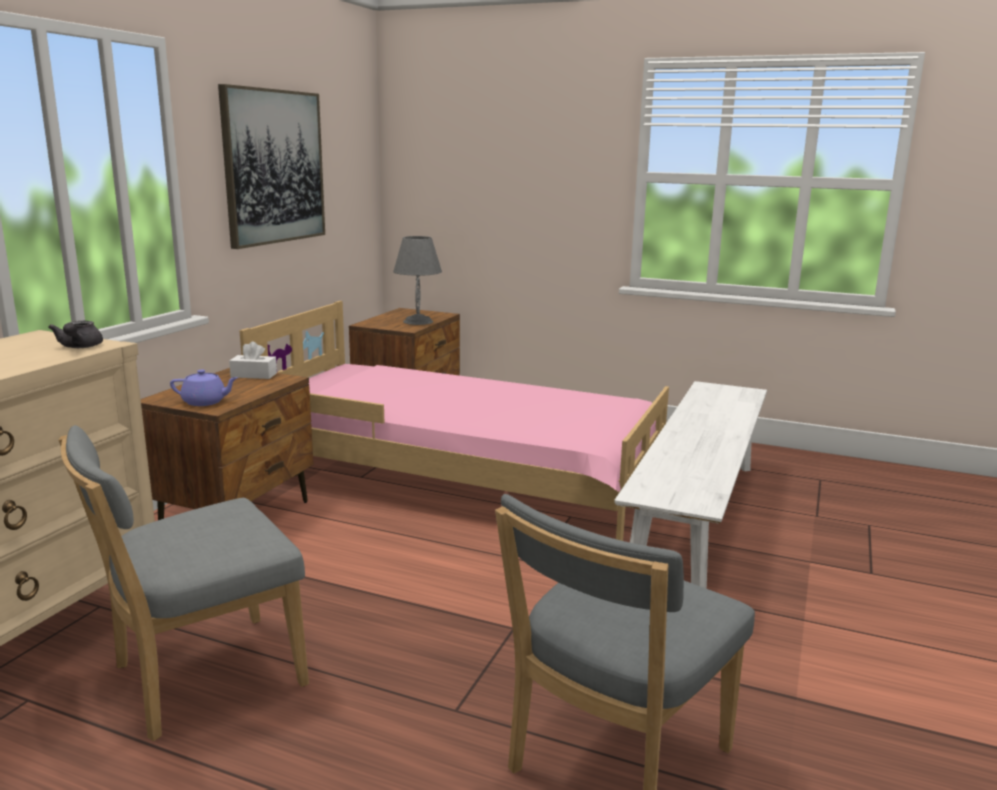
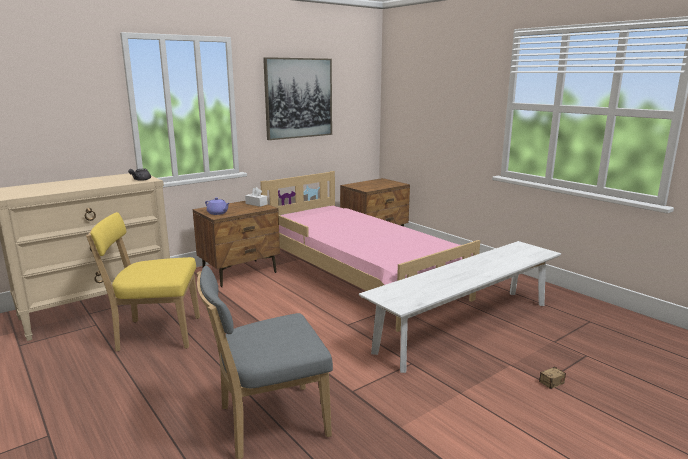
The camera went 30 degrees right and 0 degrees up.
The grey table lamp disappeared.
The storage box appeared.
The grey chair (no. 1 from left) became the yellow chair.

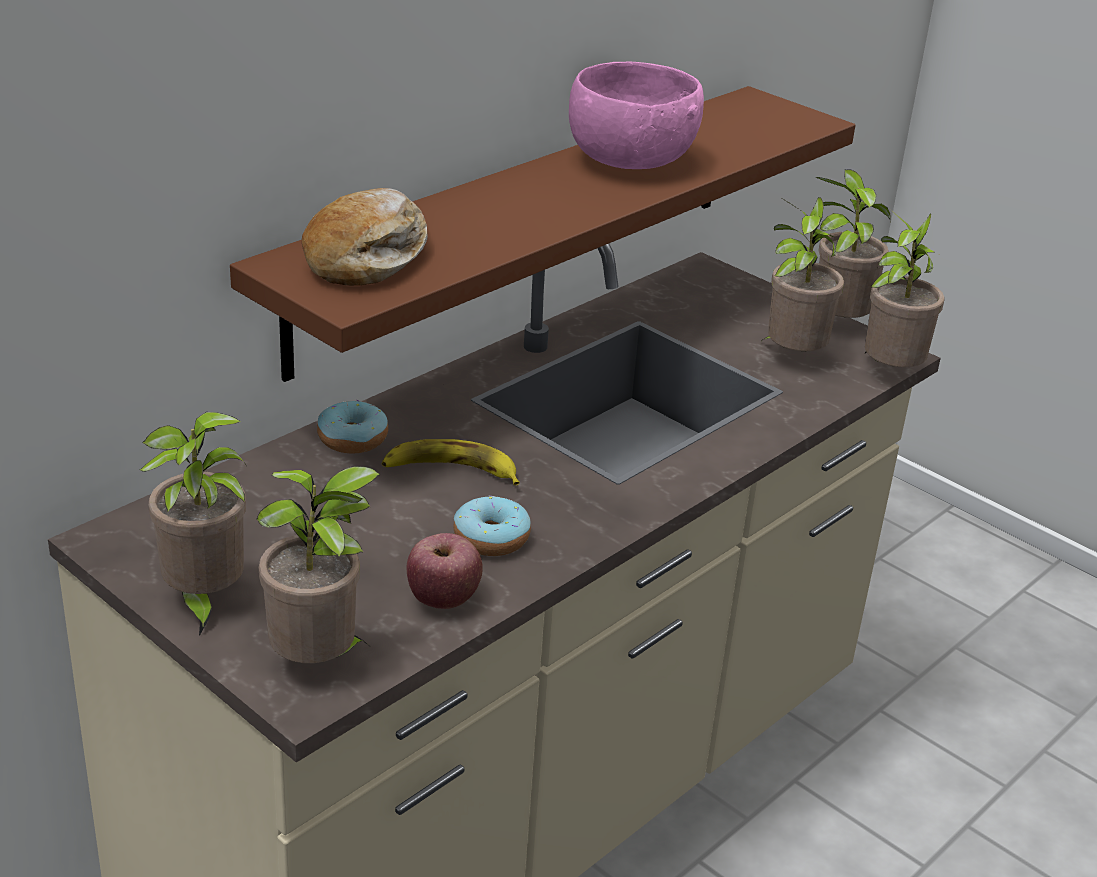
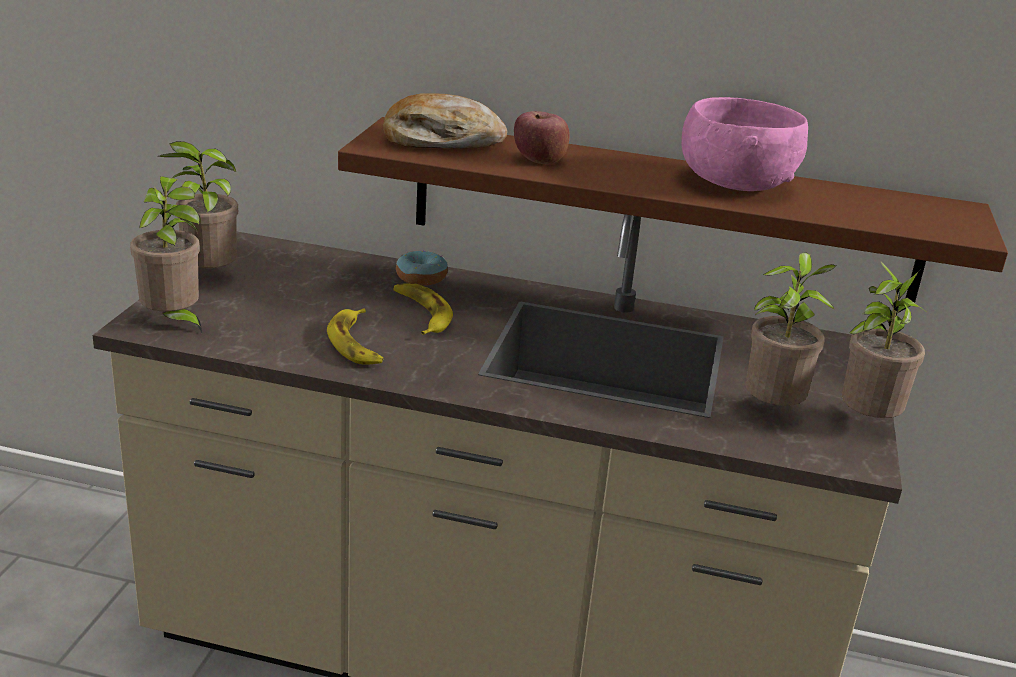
The camera went 60 degrees right and 5 degrees down.
The potted plant (no. 5 from left) disappeared.
The apple moved.
The donut (no. 2 from left) was replaced by the banana (no. 1 from left).

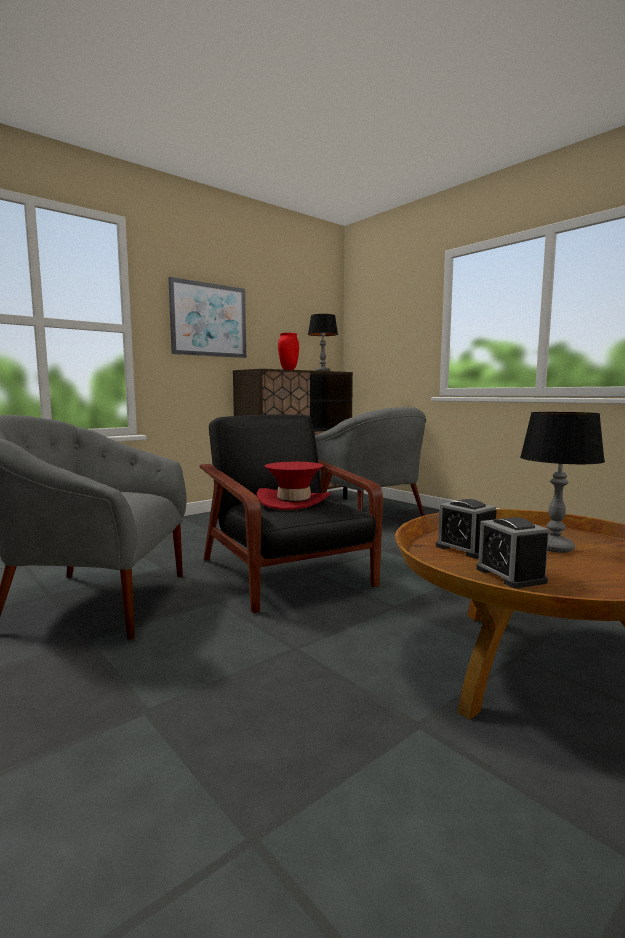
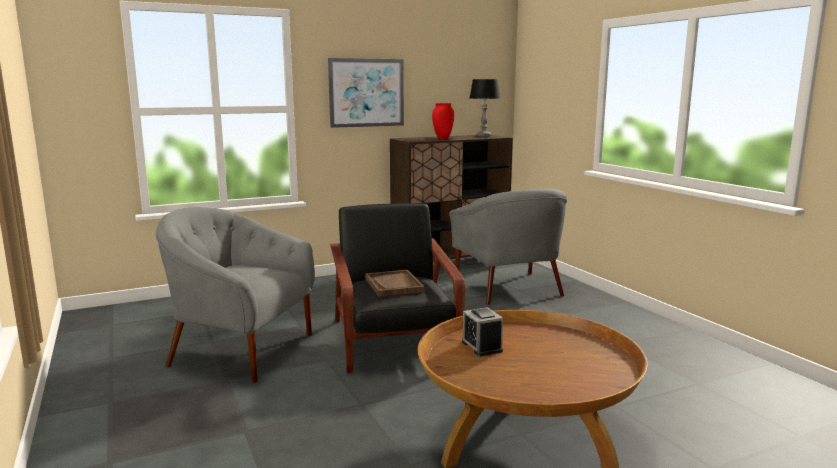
The camera went 15 degrees right and 5 degrees up.
The alarm clock (no. 2 from left) disappeared.
The table lamp (no. 2 from left) disappeared.
The red hat was replaced by the brown tray.

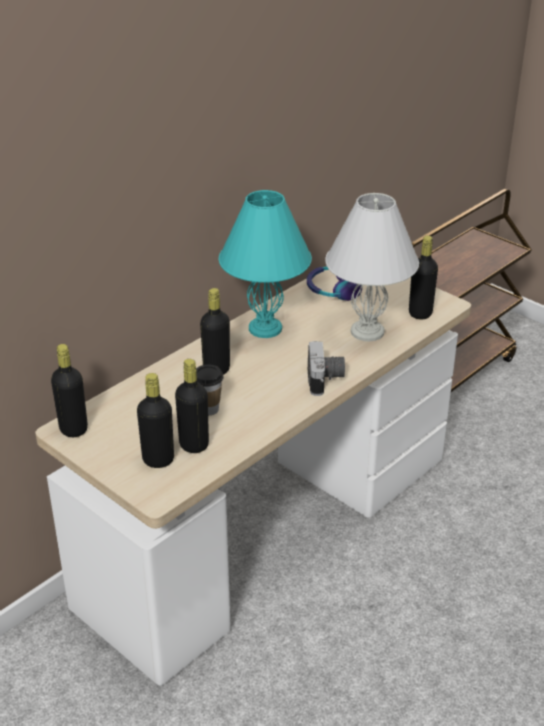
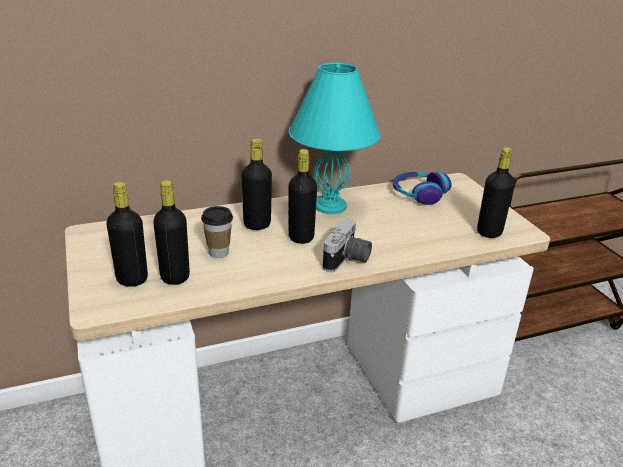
The camera went 25 degrees right and 5 degrees down.
The white table lamp disappeared.
The black bottle (no. 1 from left in the first image) moved.

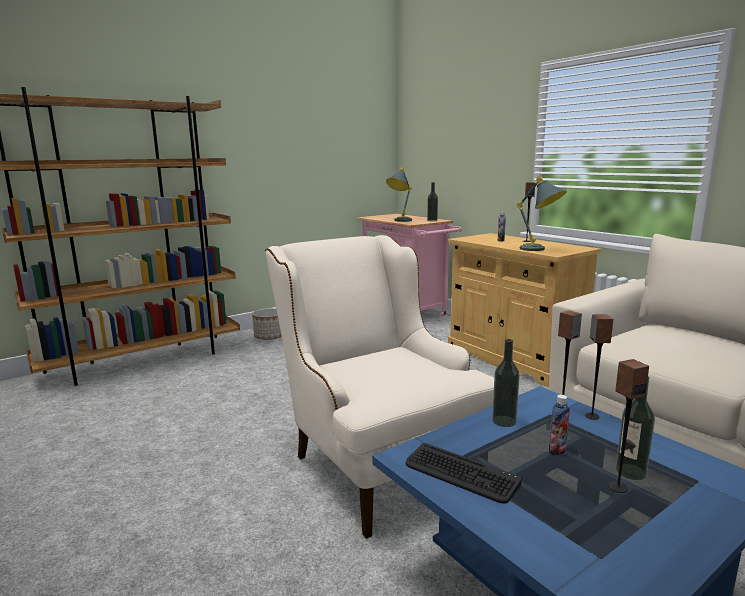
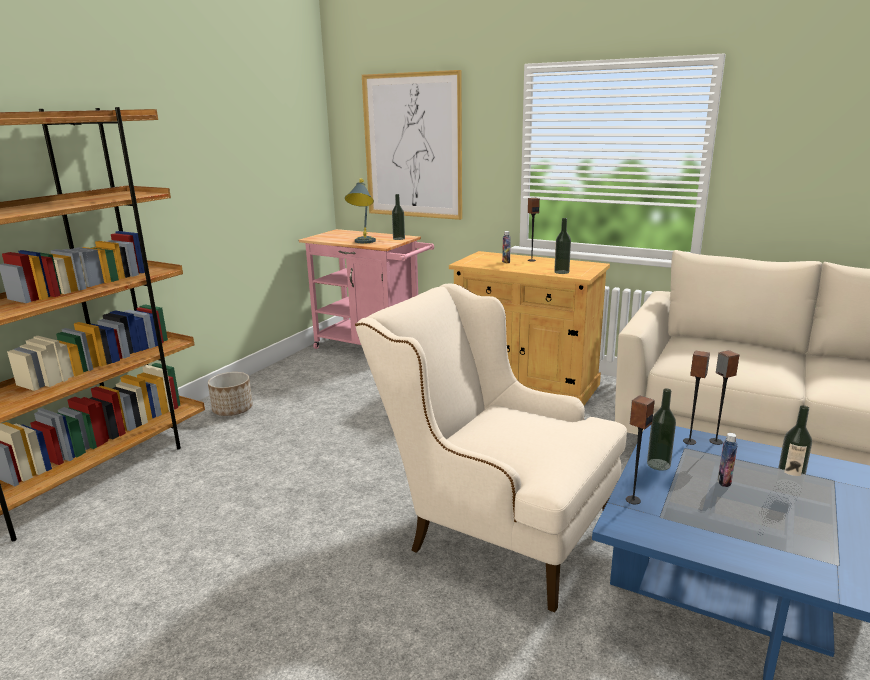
The camera went 25 degrees left and 5 degrees up.
The keyboard disappeared.
The picture appeared.
The speaker (no. 4 from left in the first image) moved.
The grey table lamp (no. 2 from left) was replaced by the bottle (no. 3 from left).

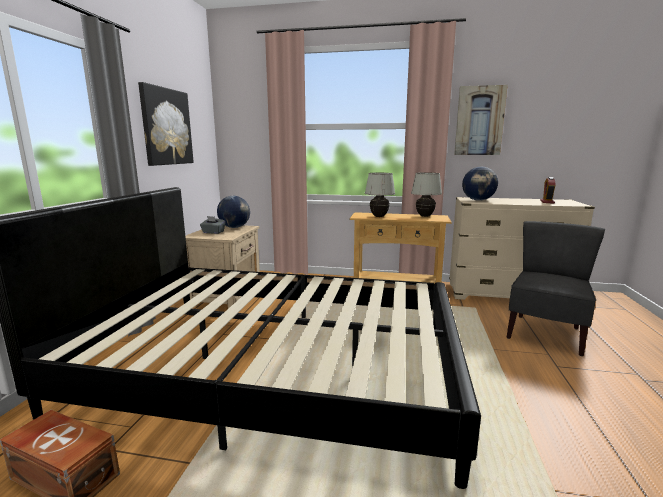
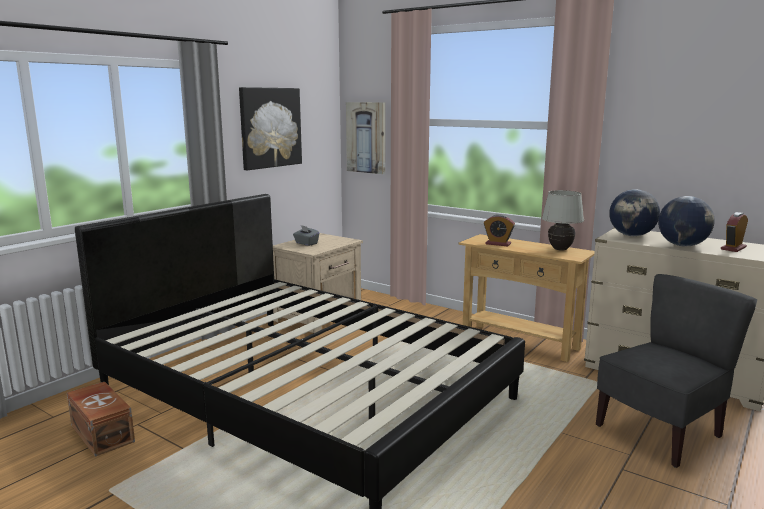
The camera went 25 degrees right and 0 degrees up.
The globe (no. 1 from left in the first image) moved.
The picture (no. 2 from left) moved.
The white table lamp (no. 1 from left) was replaced by the alarm clock (no. 1 from left).

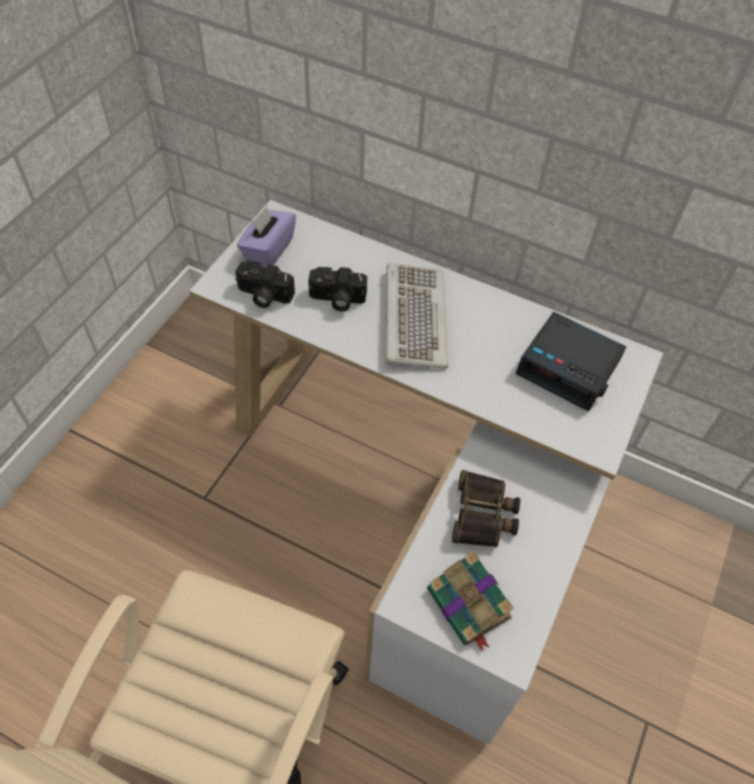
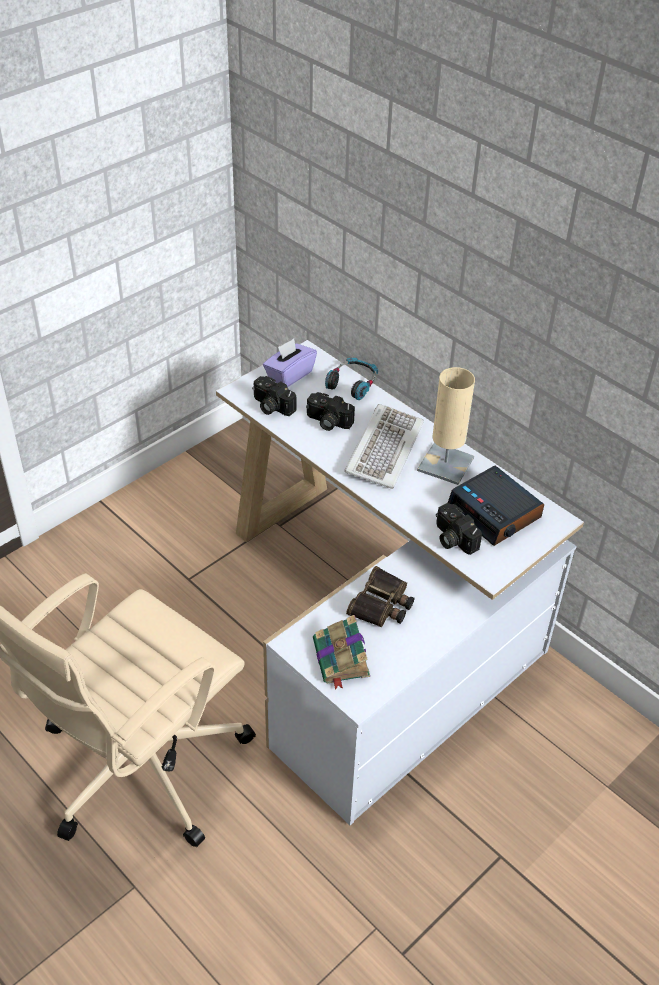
The camera went 20 degrees right and 10 degrees down.
The headphones appeared.
The beige table lamp appeared.
The photo camera (no. 3 from left) appeared.

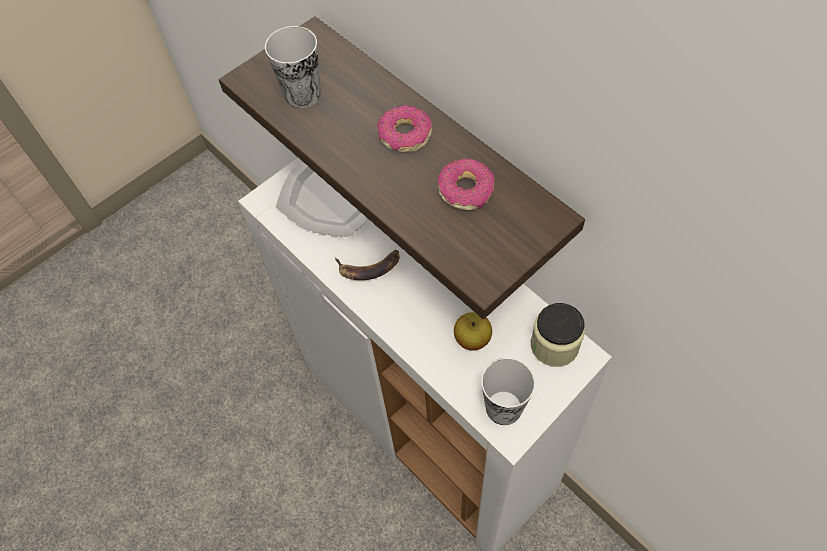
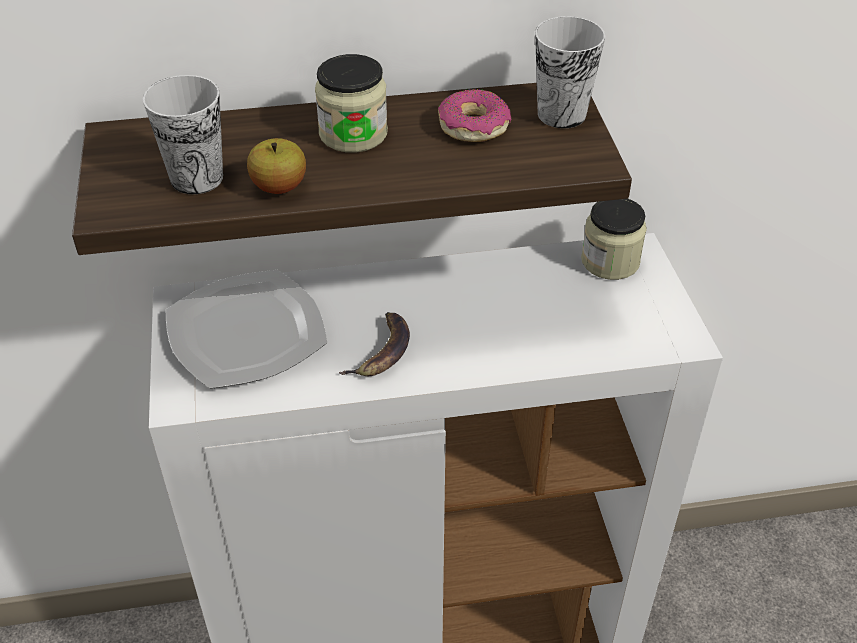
The camera went 60 degrees left and 15 degrees down.
The apple moved.
The cup (no. 2 from left) moved.
The donut (no. 1 from left) was replaced by the jar (no. 1 from left).

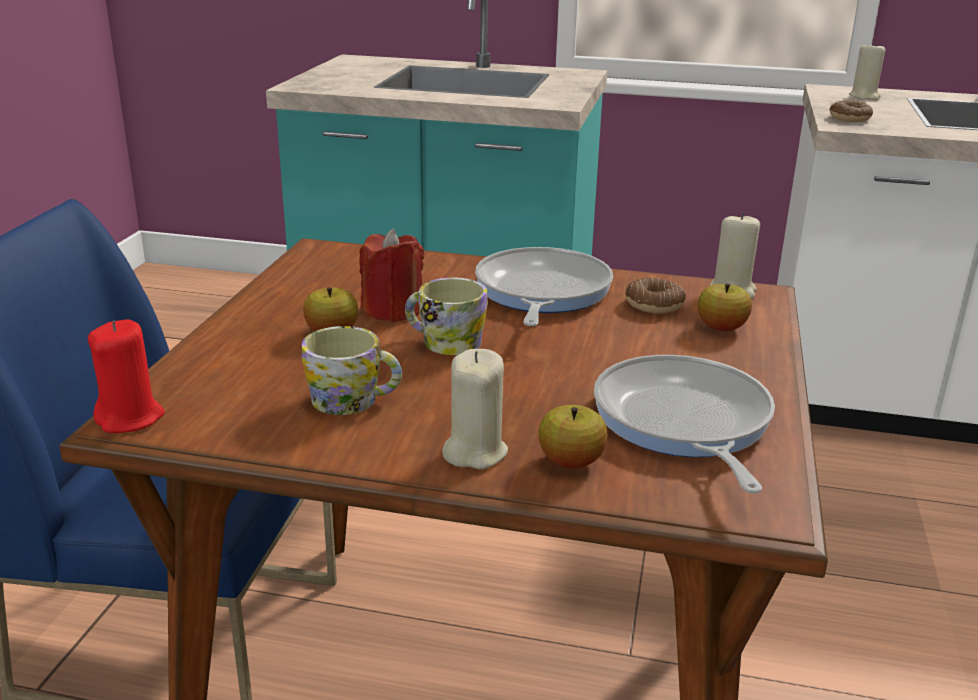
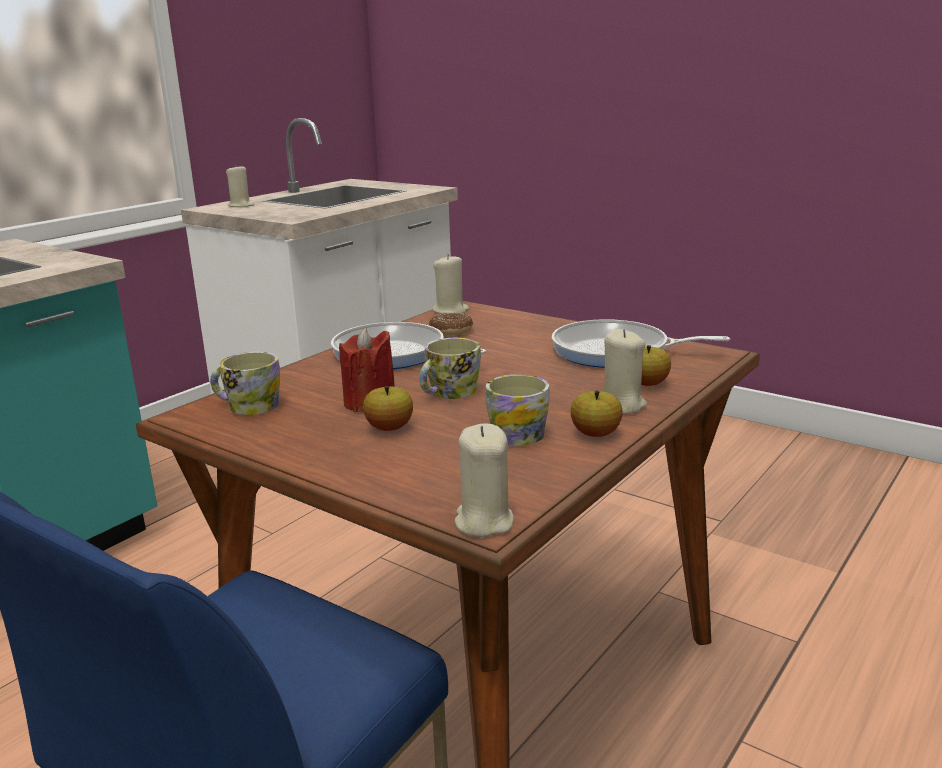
The camera went 65 degrees left and 5 degrees down.
The donut (no. 2 from left) disappeared.
The mug (no. 1 from left) appeared.
The apple (no. 3 from left in the first image) moved.
The red candle (no. 1 from left) became the beige candle (no. 3 from left).

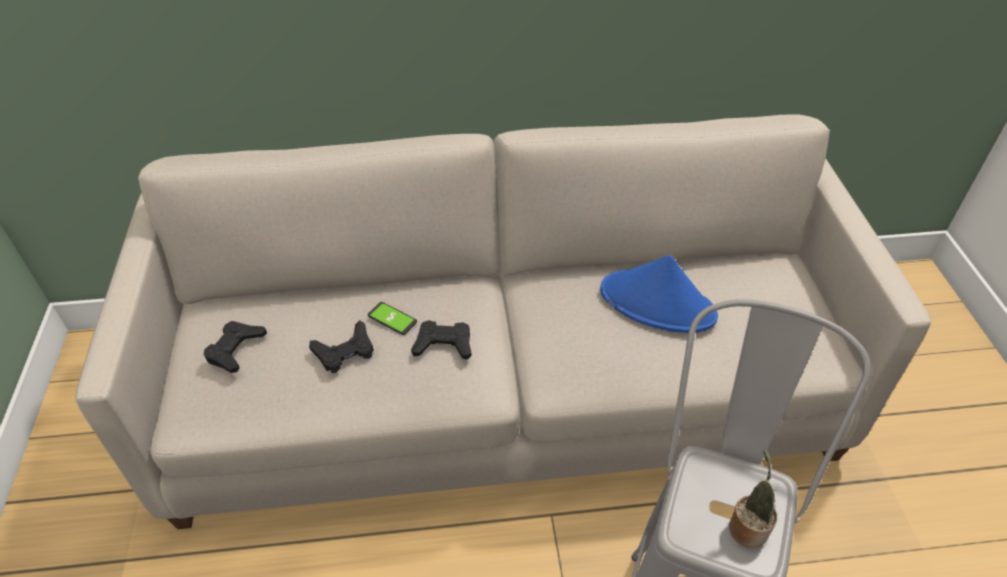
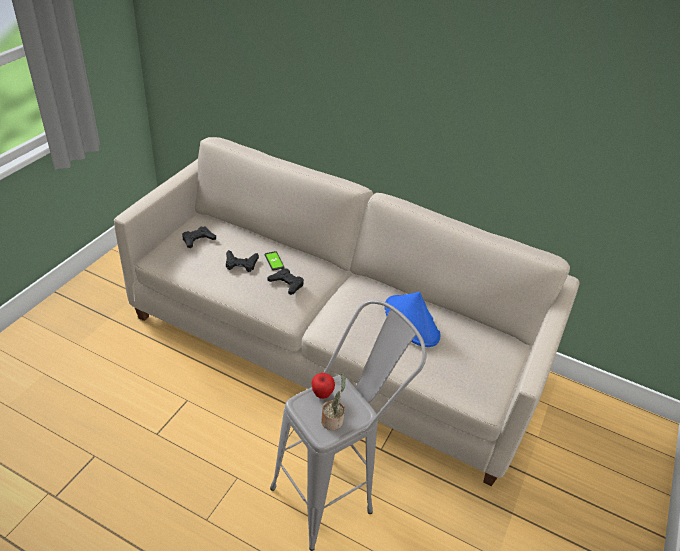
The camera went 30 degrees right and 5 degrees down.
The apple appeared.

